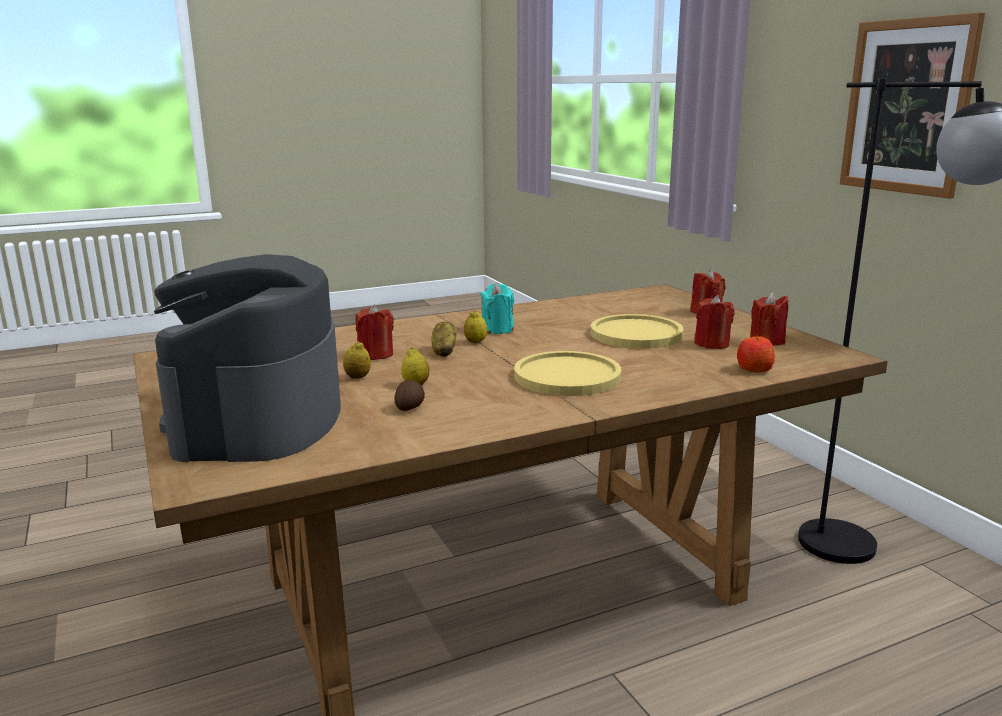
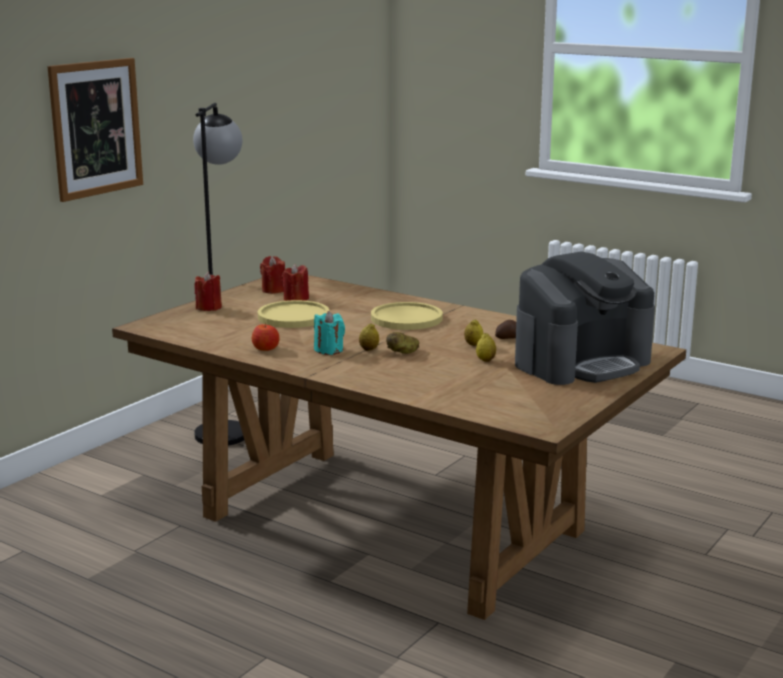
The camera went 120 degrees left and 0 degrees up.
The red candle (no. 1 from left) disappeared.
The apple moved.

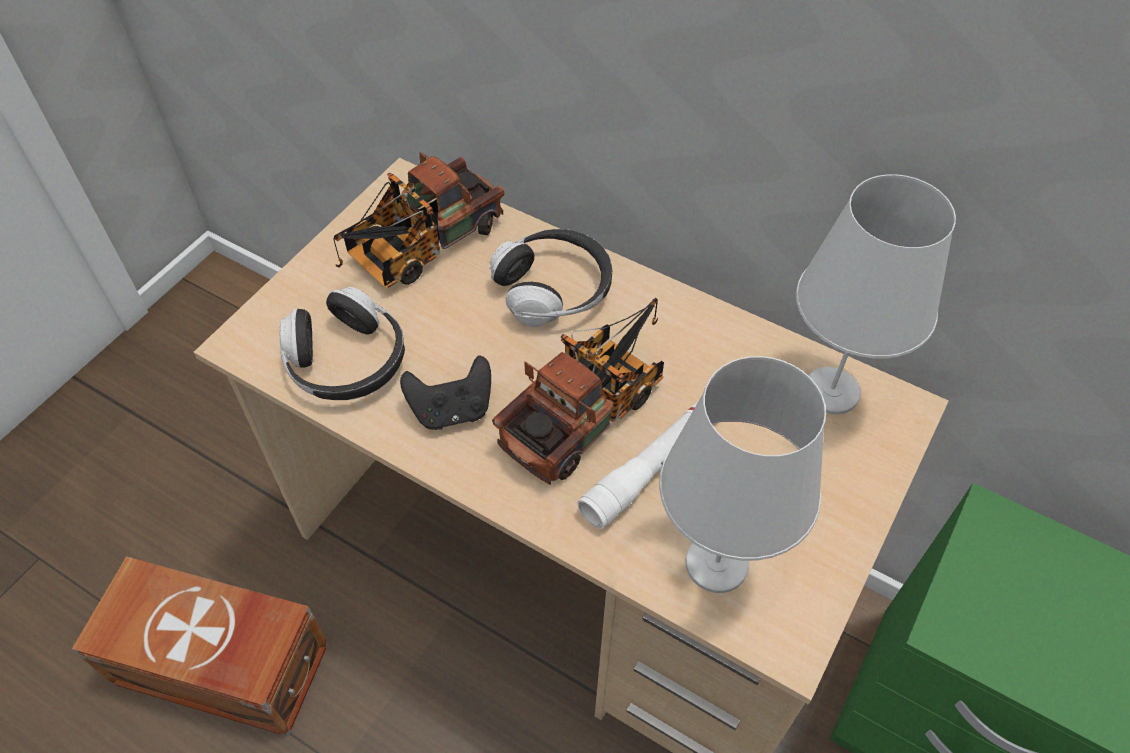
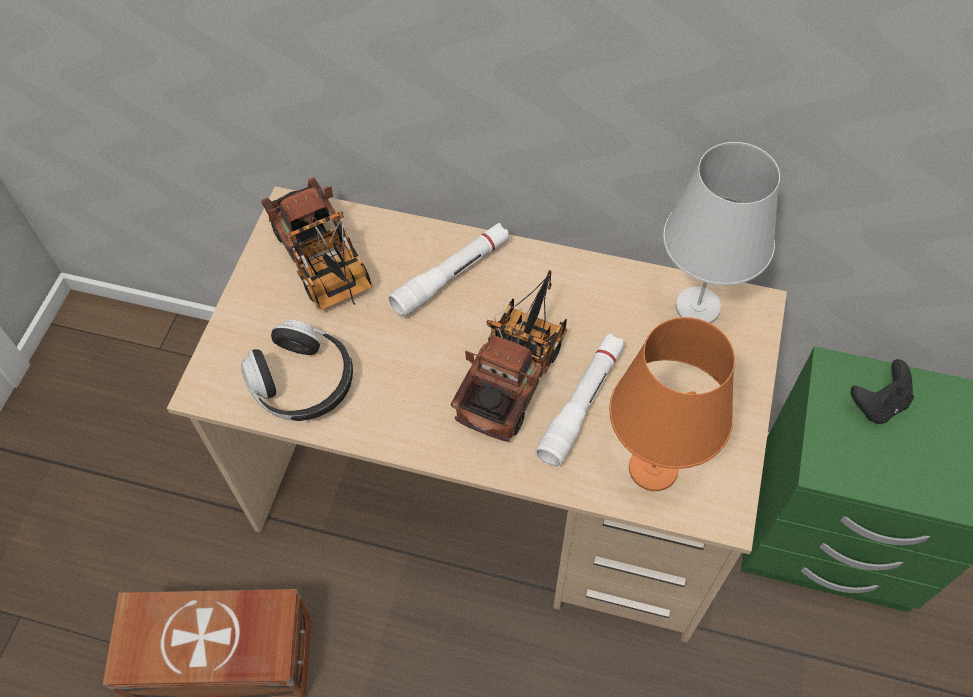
The camera went 15 degrees left and 5 degrees up.
The black game controller moved.
The headphones (no. 2 from left) was replaced by the white flashlight (no. 1 from left).
The white table lamp (no. 1 from left) became the orange table lamp.
The toy truck (no. 1 from left) turned 60 degrees counterclockwise.

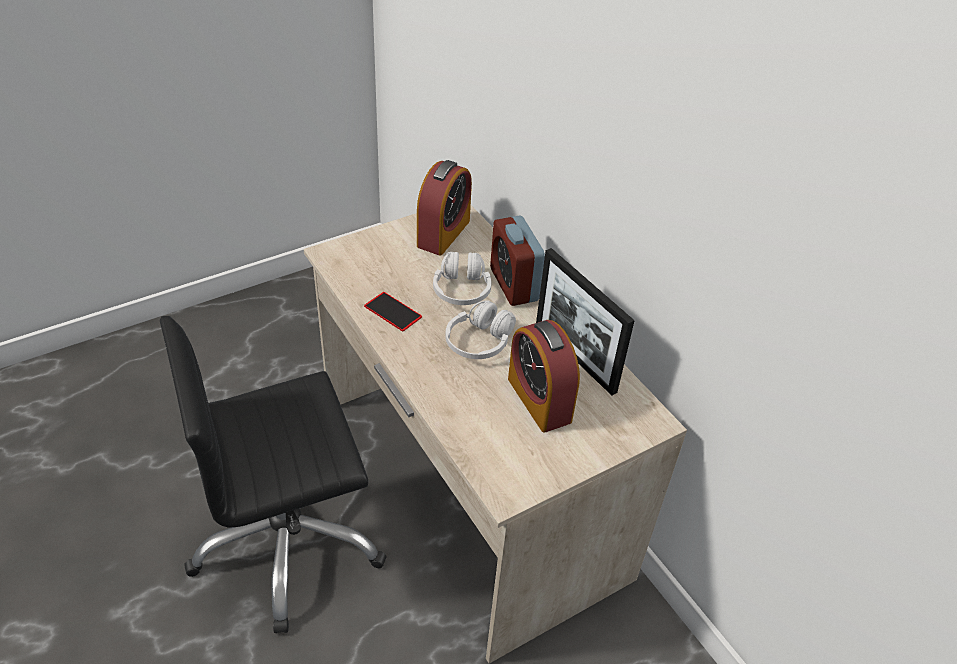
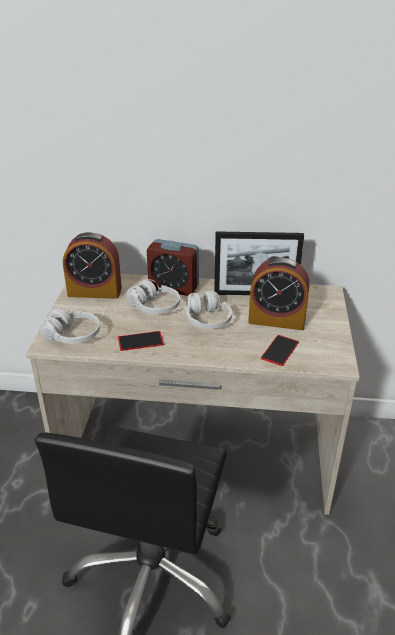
The camera went 50 degrees left and 10 degrees down.
The white headphones (no. 1 from left) appeared.
The phone (no. 2 from left) appeared.
The alarm clock (no. 1 from left) turned 120 degrees clockwise.

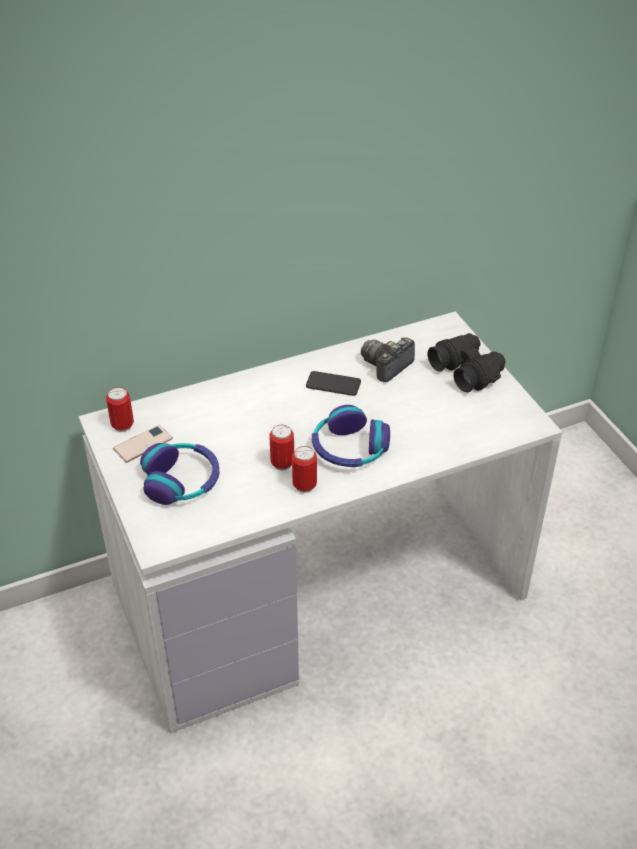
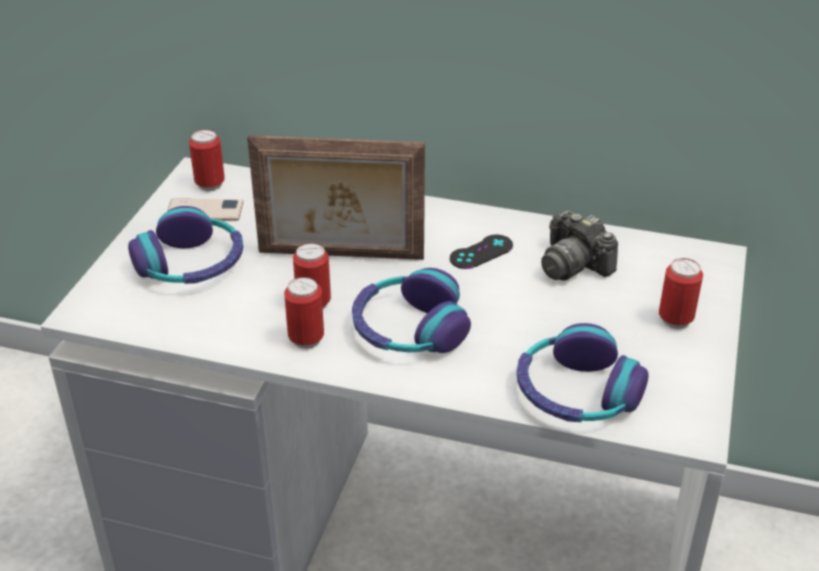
The camera went 40 degrees right and 5 degrees down.
The picture frame appeared.
The headphones (no. 3 from left) appeared.
The phone (no. 2 from left) was replaced by the black game controller.
The black binoculars was replaced by the can (no. 4 from left).
The photo camera turned 120 degrees counterclockwise.

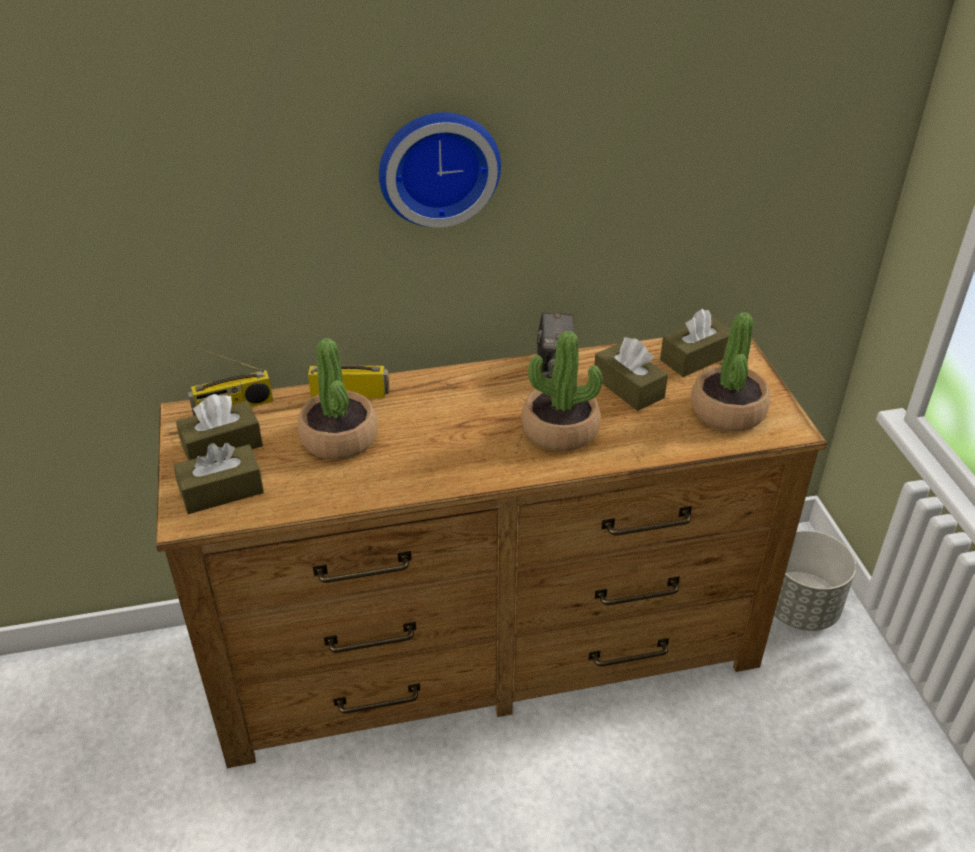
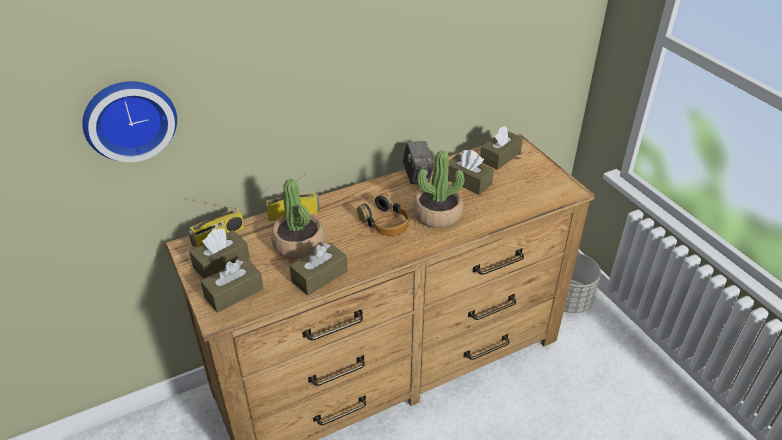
The camera went 15 degrees left and 0 degrees up.
The potted plant (no. 3 from left) disappeared.
The brown tissue box (no. 3 from left) appeared.
The headphones appeared.
The wall clock moved.

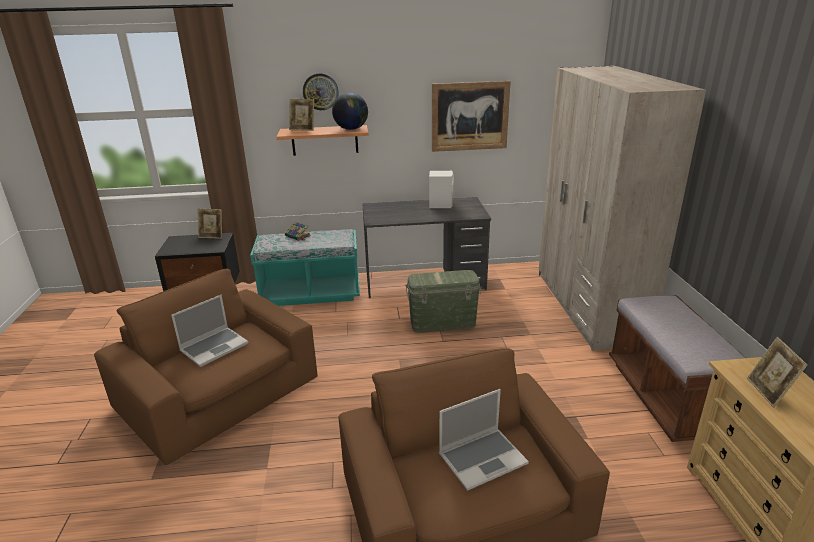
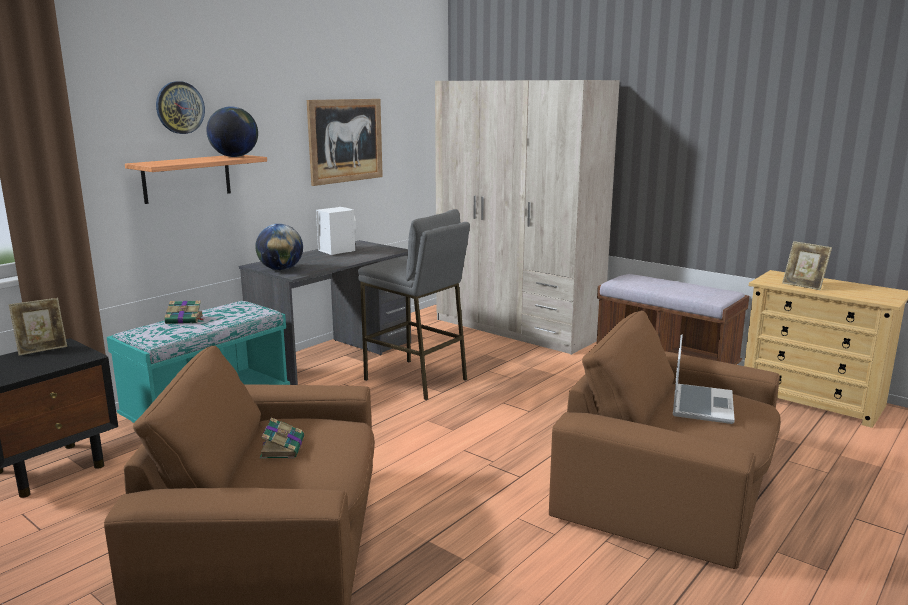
The camera went 45 degrees left and 10 degrees down.
The picture frame (no. 2 from left) disappeared.
The globe (no. 2 from left) appeared.
The laptop (no. 1 from left) was replaced by the book (no. 2 from left).
The green storage box was replaced by the grey stool.

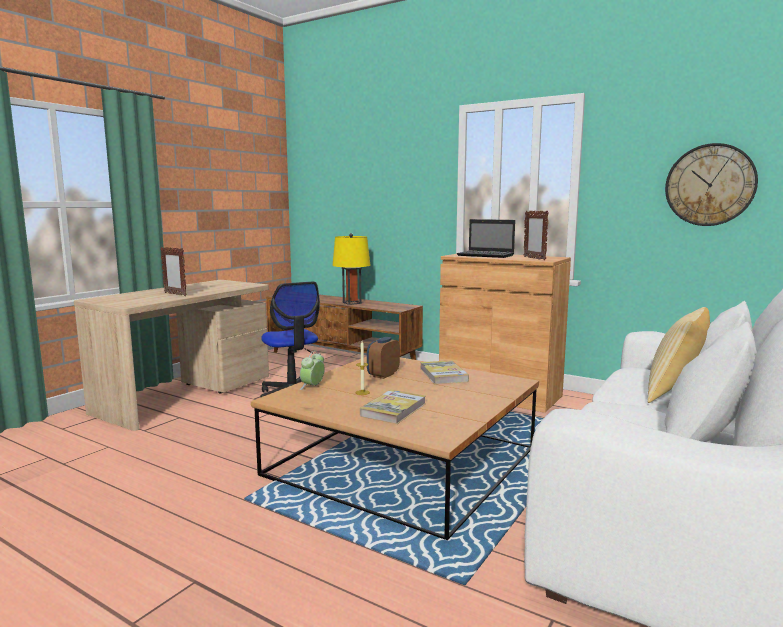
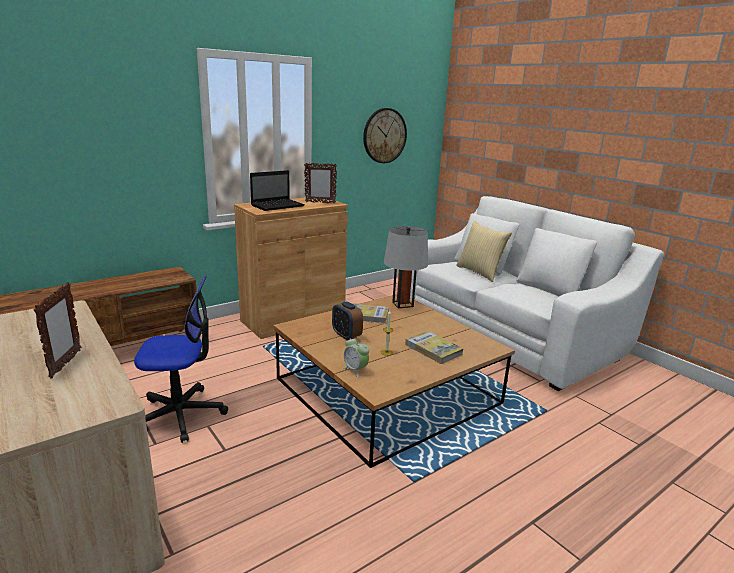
The camera went 70 degrees left and 10 degrees up.
The yellow table lamp disappeared.
The grey table lamp appeared.
The picture frame (no. 1 from left) turned 60 degrees counterclockwise.

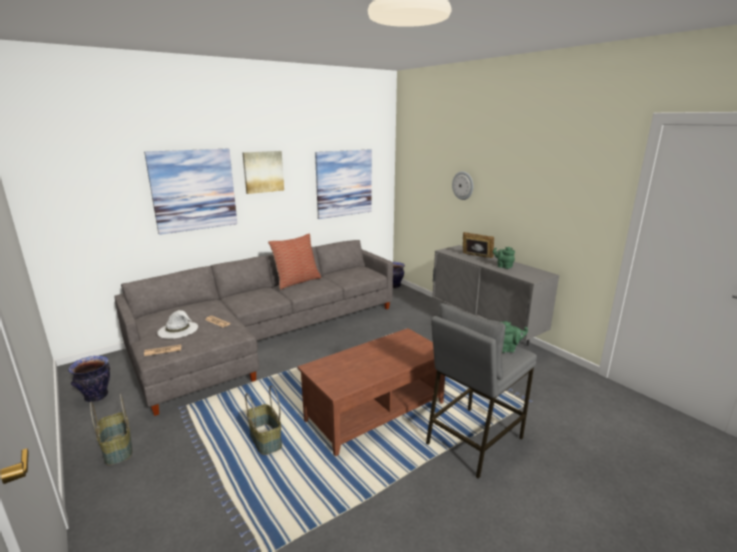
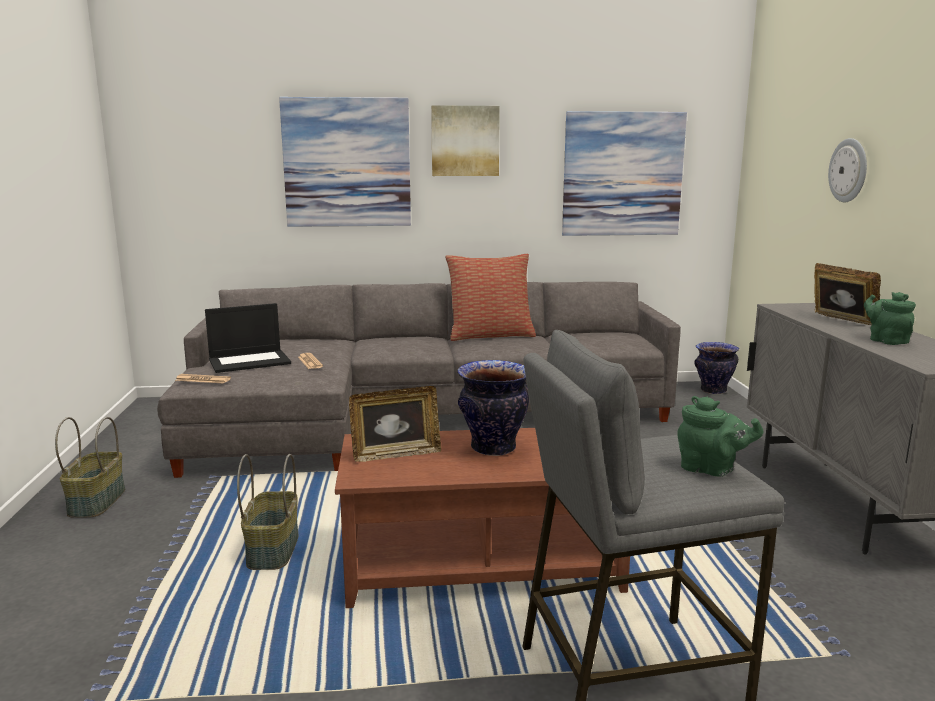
The camera went 30 degrees right and 5 degrees down.
The picture frame (no. 1 from left) appeared.
The vase (no. 1 from left) moved.
The white hat was replaced by the laptop.

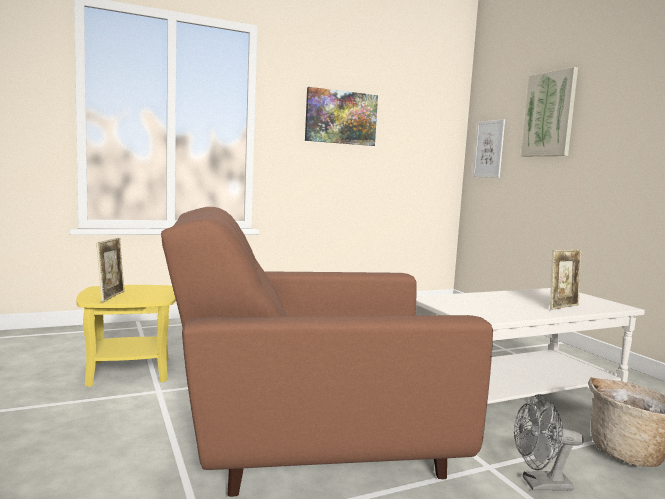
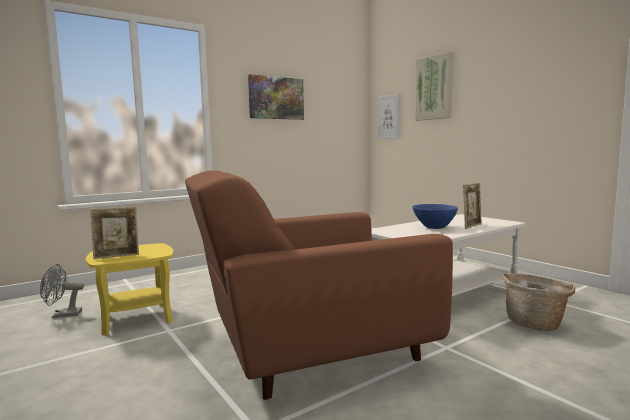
The camera went 10 degrees left and 0 degrees up.
The blue bowl appeared.
The grey fan moved.
The picture frame (no. 1 from left) turned 75 degrees clockwise.

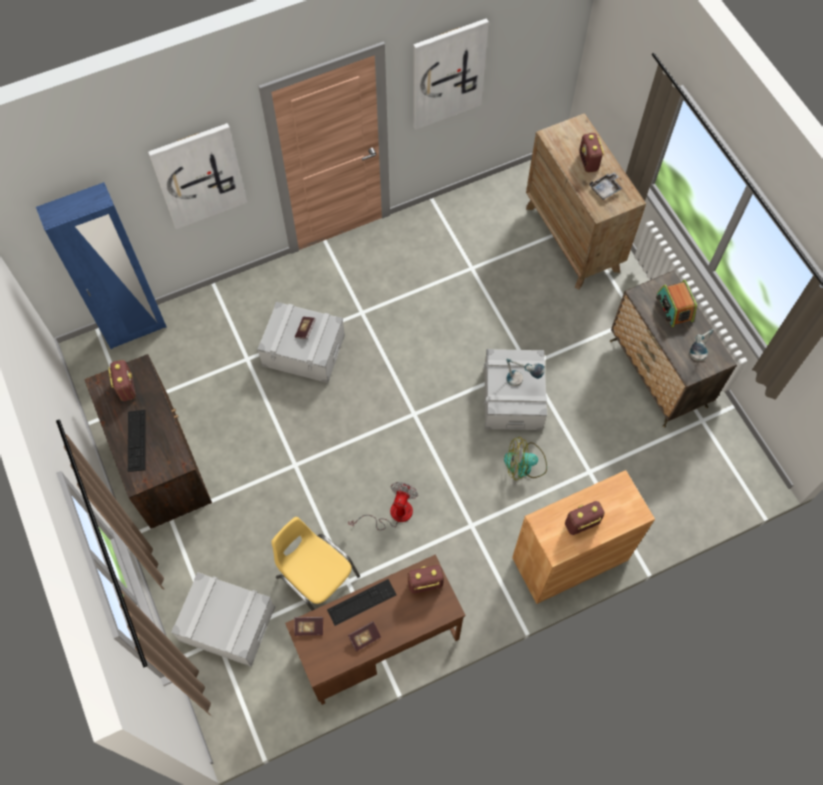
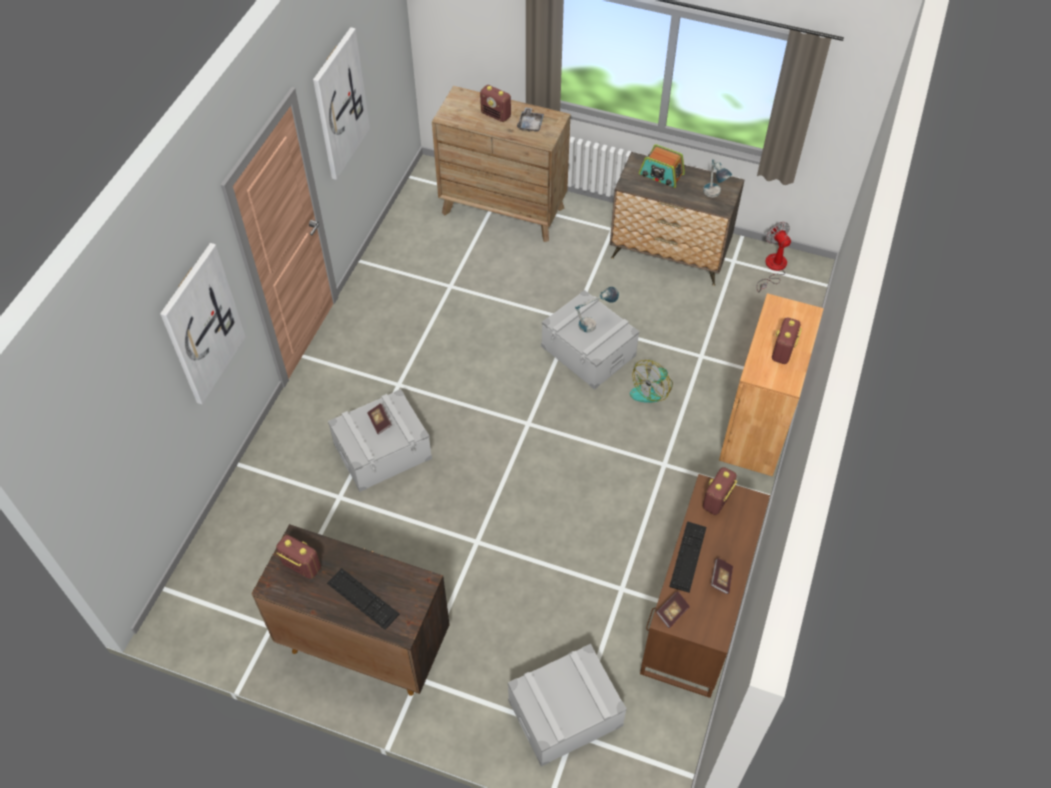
The camera went 45 degrees left and 10 degrees down.
The blue wardrobe disappeared.
The yellow chair disappeared.
The fan (no. 1 from left in the first image) moved.

